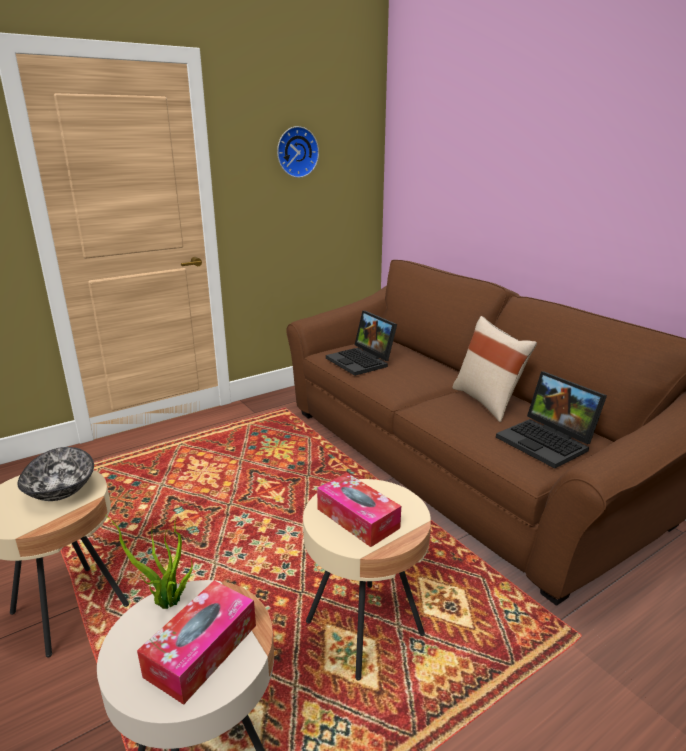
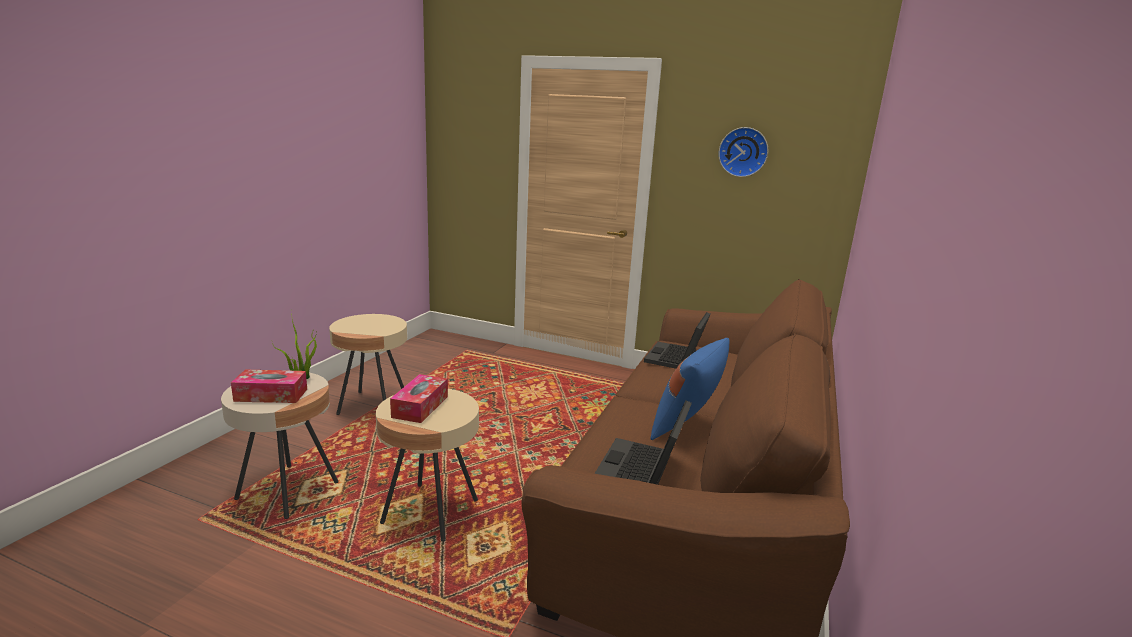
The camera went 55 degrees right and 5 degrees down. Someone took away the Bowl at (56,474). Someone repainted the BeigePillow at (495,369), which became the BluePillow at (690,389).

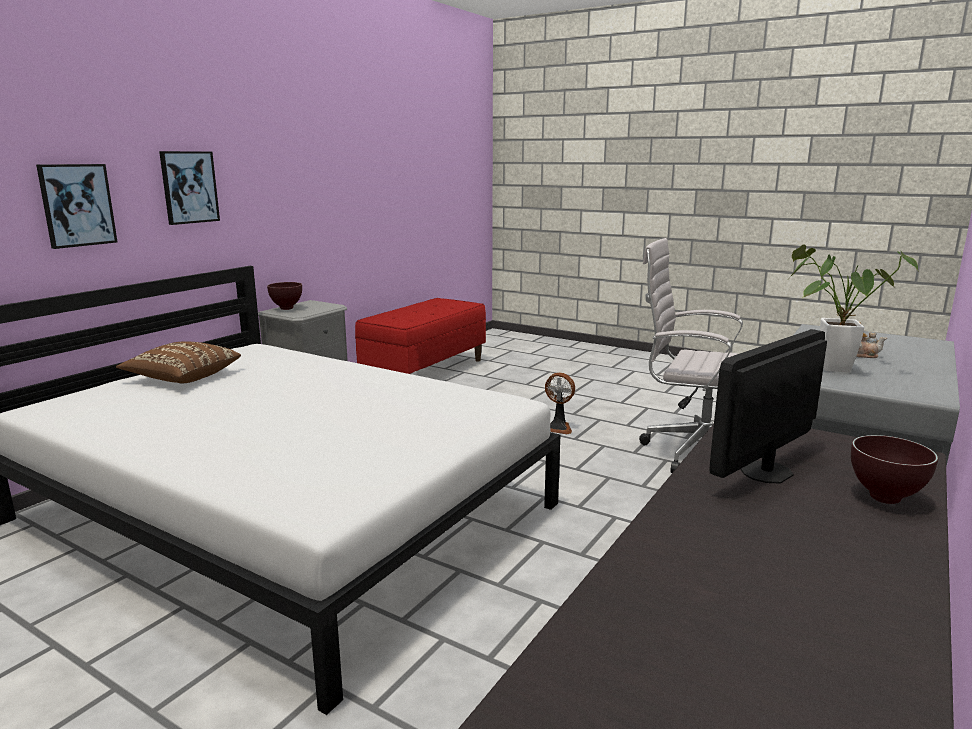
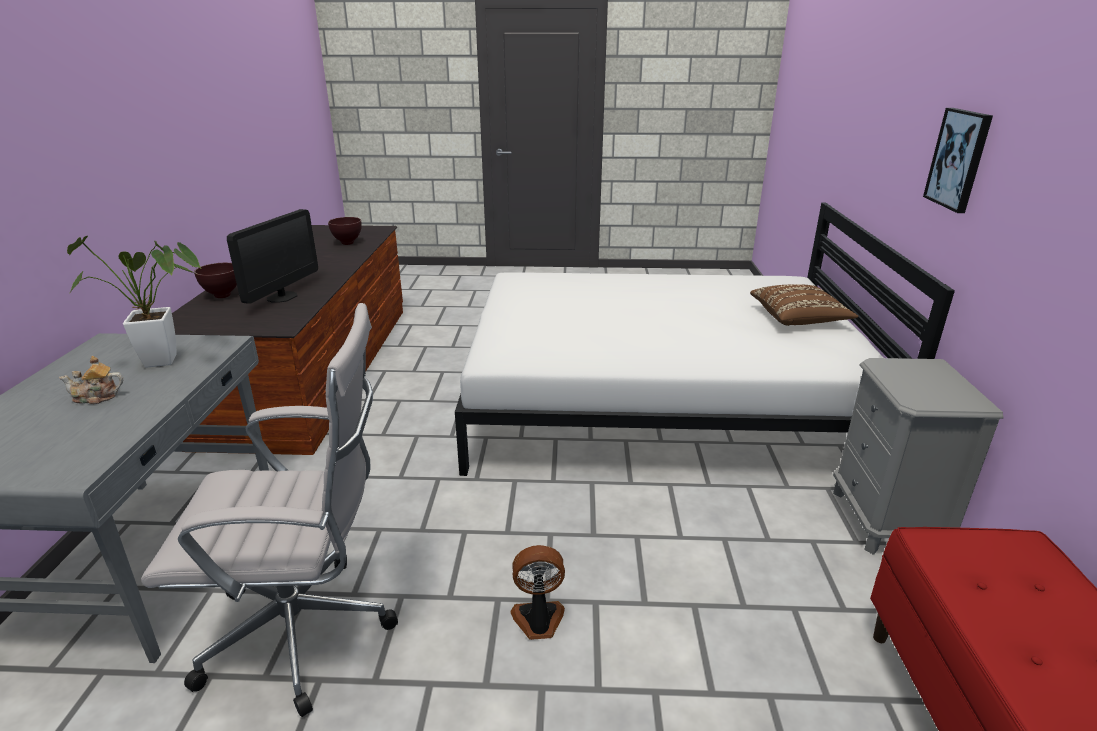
The camera went 150 degrees right and 10 degrees up. Someone took away the Picture at (76,206). Someone carried the BrownBowl from (284,296) to (345,231).

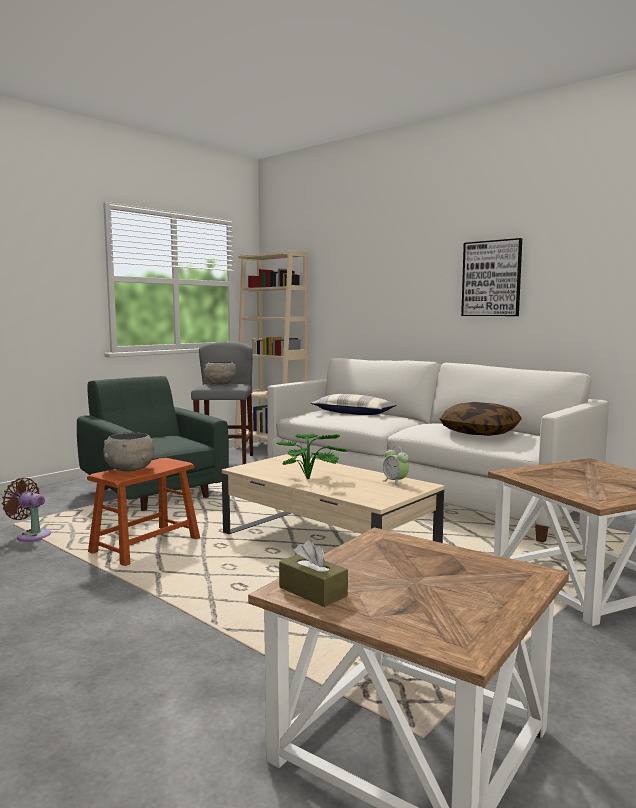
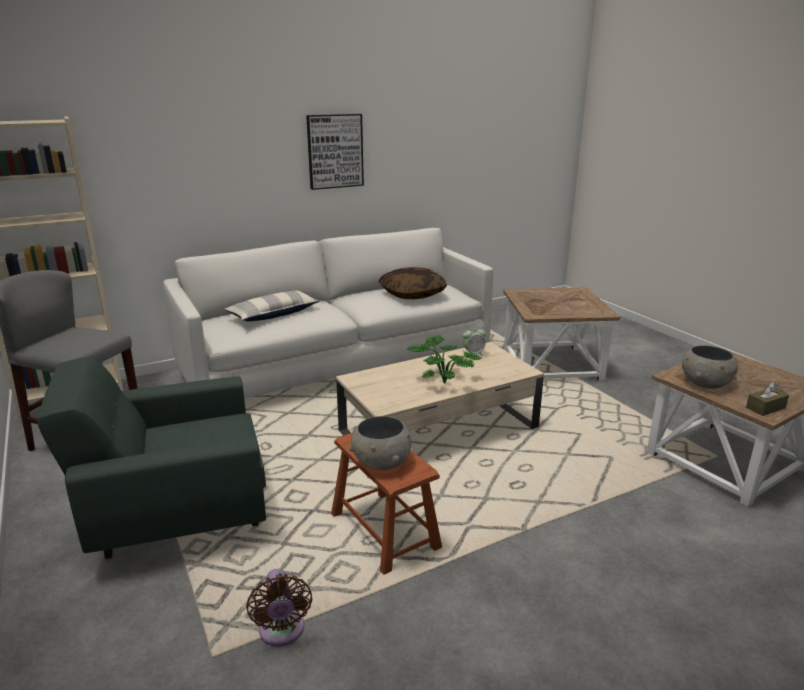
The camera went 70 degrees left and 15 degrees up. Someone rotated the BrownFan at (26,510) by 60 degrees counterclockwise. Someone carried the GreyBowl from (220,373) to (710,367).

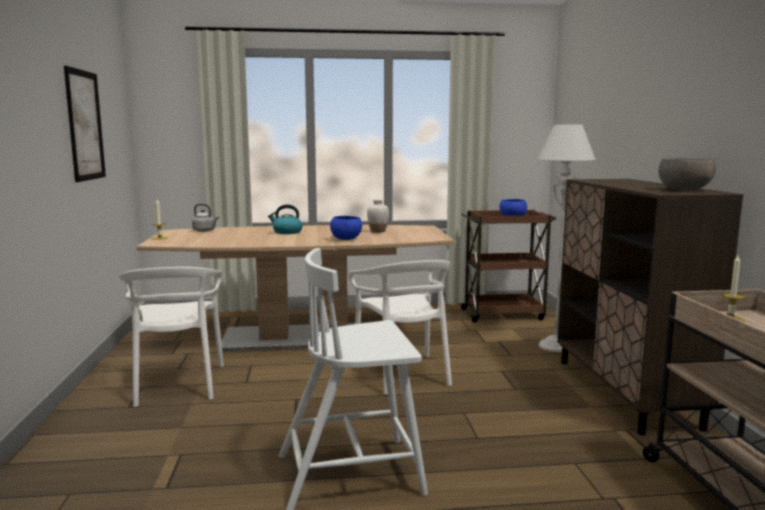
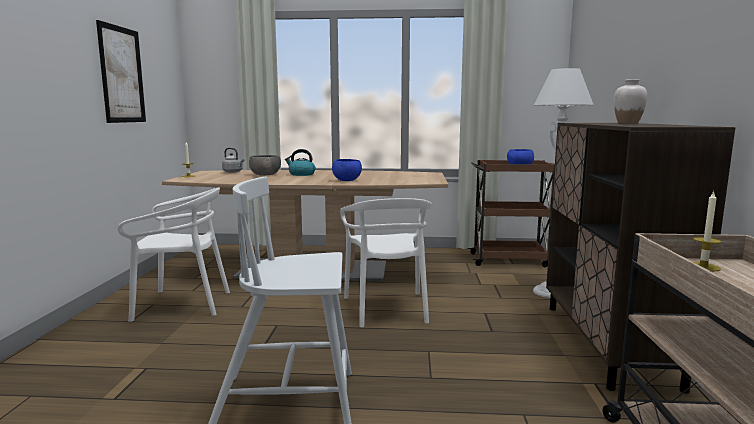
The camera went 10 degrees right and 0 degrees up. Someone rotated the WhiteChair at (171,337) by 90 degrees counterclockwise. Someone carried the WhiteVase from (378,216) to (630,101). Someone carried the GreyBowl from (687,174) to (265,165).

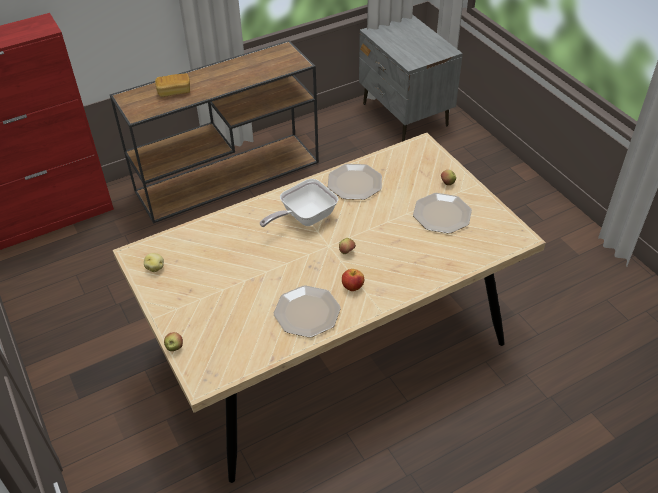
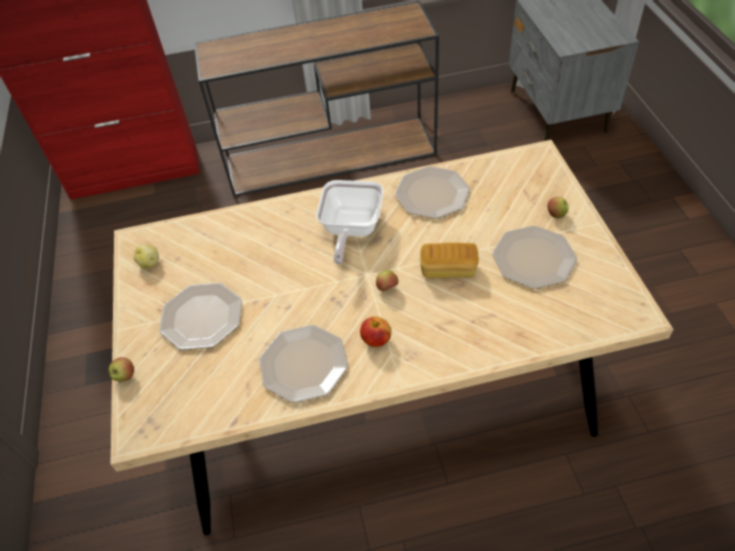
The camera went 20 degrees right and 5 degrees up. Someone carried the Bread from (172,85) to (449,260). Someone rotated the FryingPan at (299,203) by 60 degrees counterclockwise. Someone put down the Plate at (200,316).

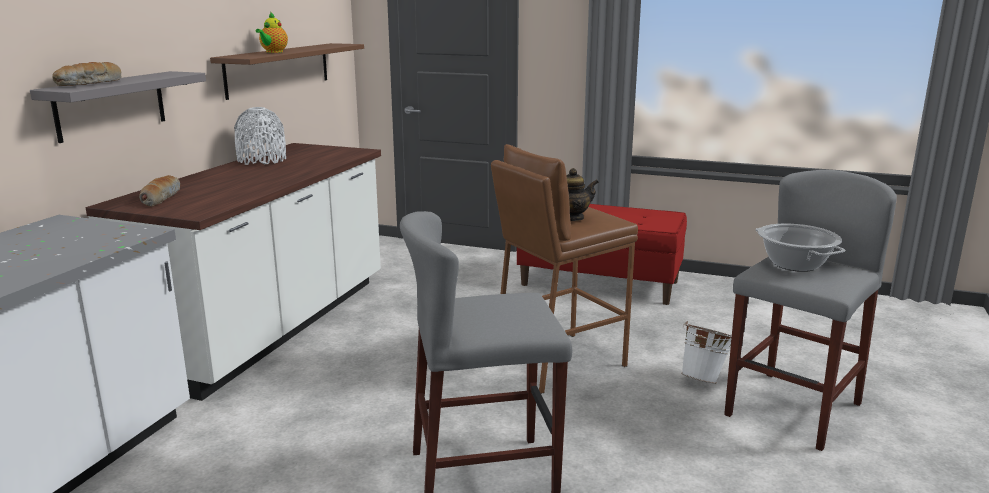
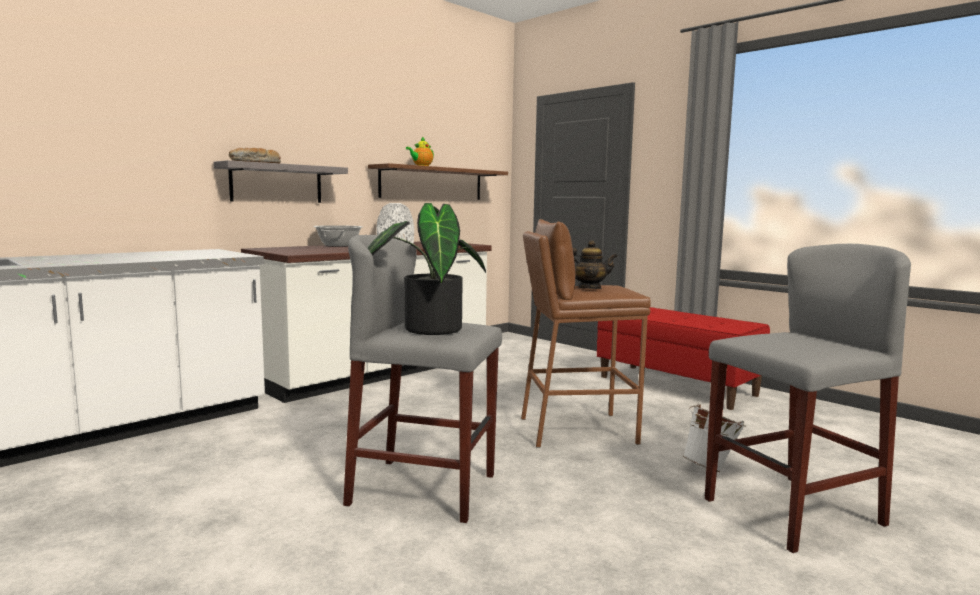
The camera went 25 degrees right and 10 degrees down. Someone took away the Bread at (159,191). Someone carried the CookingPot from (800,248) to (338,236). Someone put down the PottedPlant at (426,269).

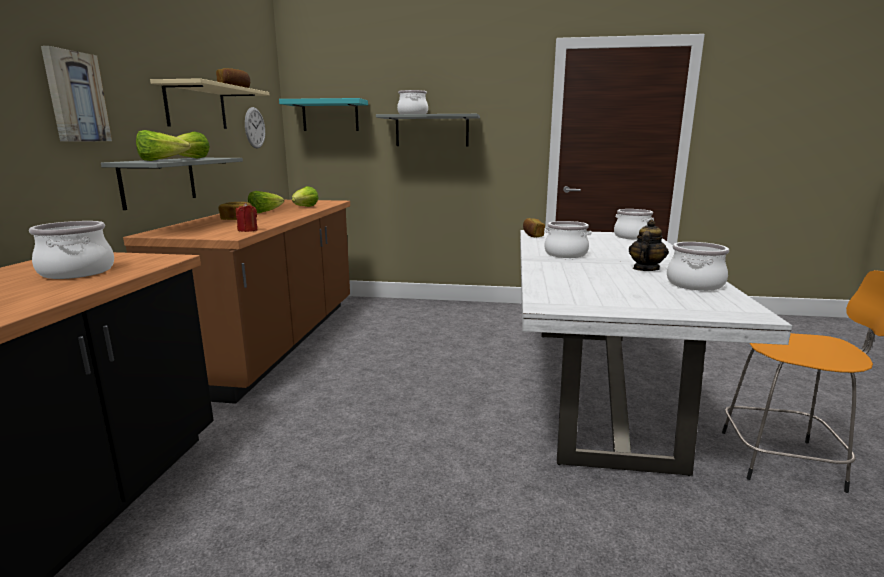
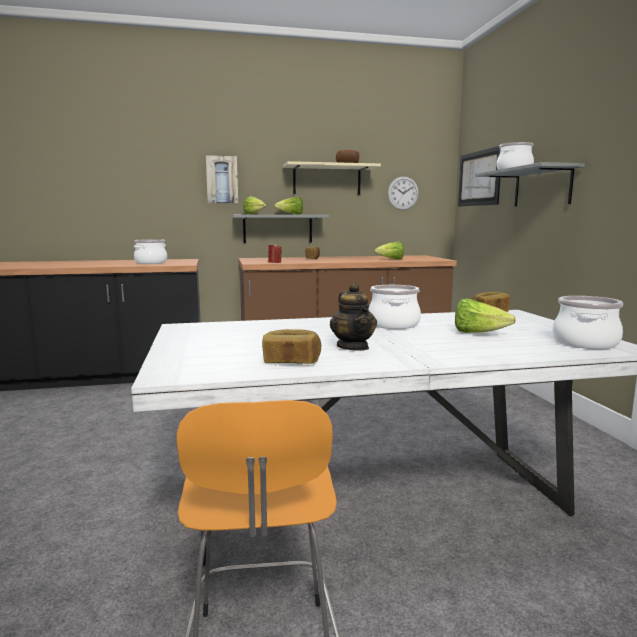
The camera went 70 degrees right and 5 degrees down. Someone carried the Lettuce from (266,202) to (485,316). Someone swapped the TurquoiseShelf at (323,114) for the Picture at (479,176). Someone rotated the Teapot at (649,245) by 60 degrees clockwise. Someone swapped the CookingPot at (698,266) for the Bread at (291,346).

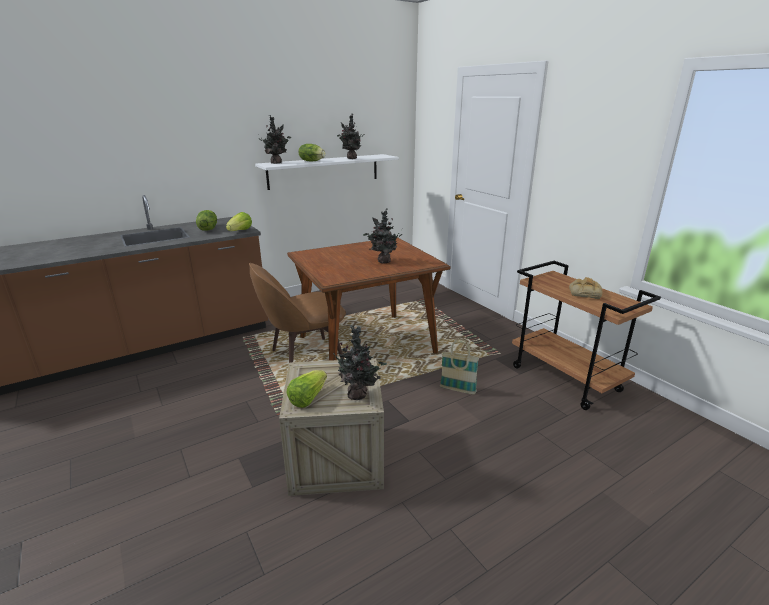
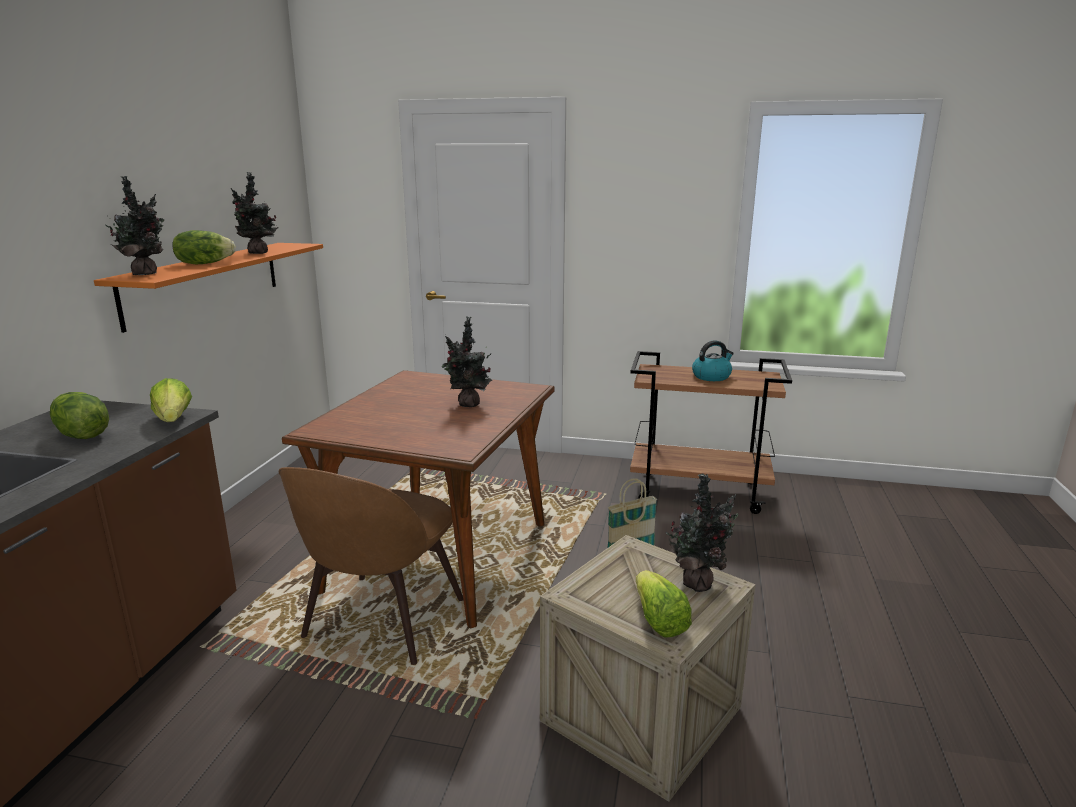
The camera went 45 degrees left and 5 degrees down. Someone repainted the WhiteShelf at (327,172), which became the OrangeShelf at (208,288). Someone swapped the Bread at (585,288) for the Kettle at (713,360).

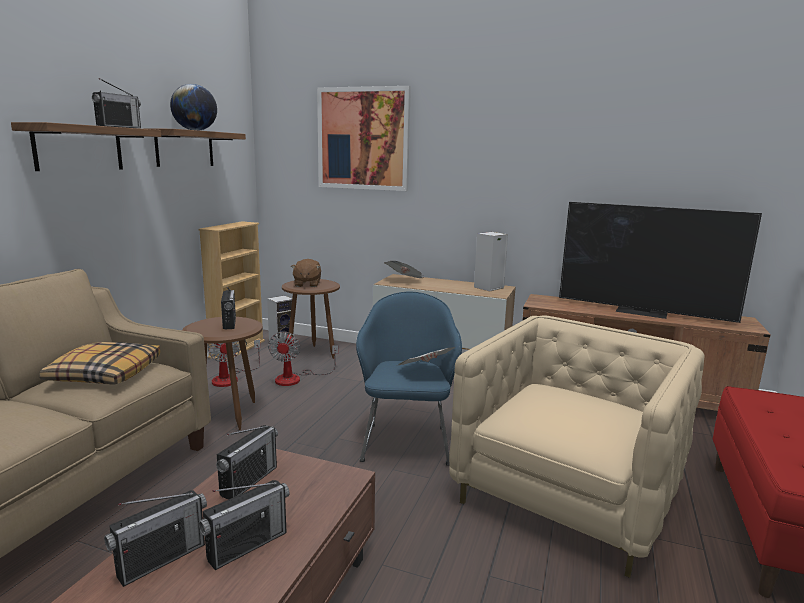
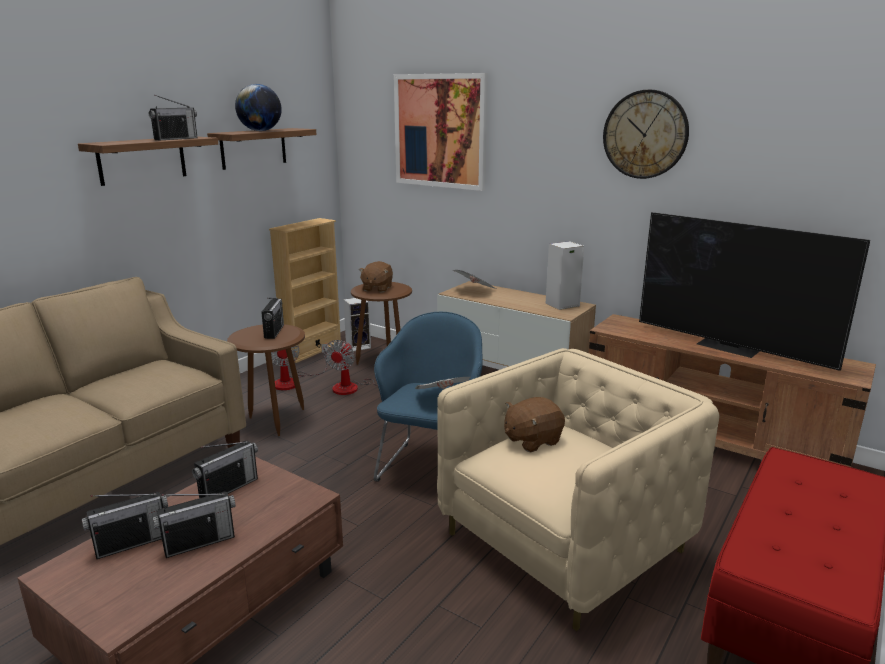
The camera went 15 degrees right and 5 degrees up. Someone took away the Pillow at (99,363). Someone put down the BrownPlushToy at (534,424). Someone put up the WallClock at (646,134).

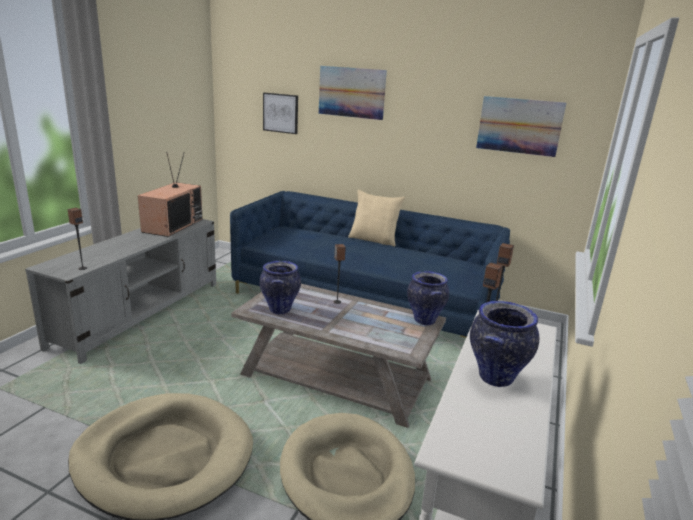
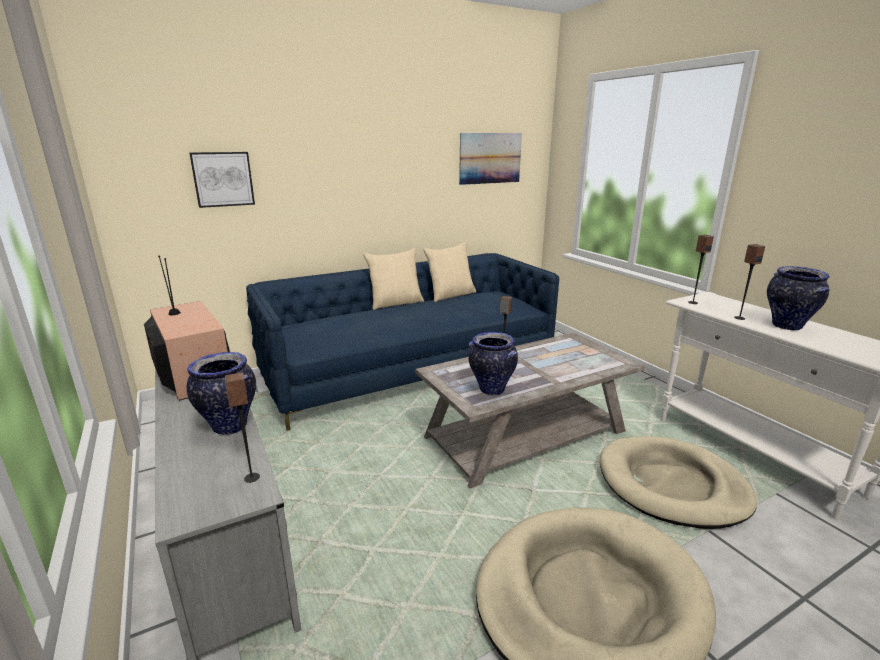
The camera went 50 degrees left and 0 degrees up. Someone took away the Picture at (353,93). Someone carried the Vase from (428,298) to (221,393). Someone put down the BeigePillow at (449,272).

